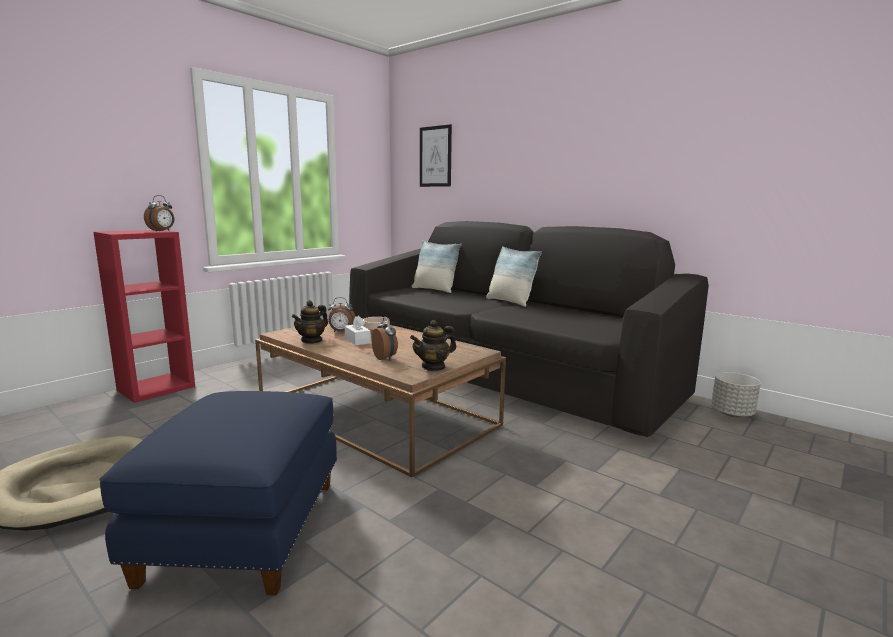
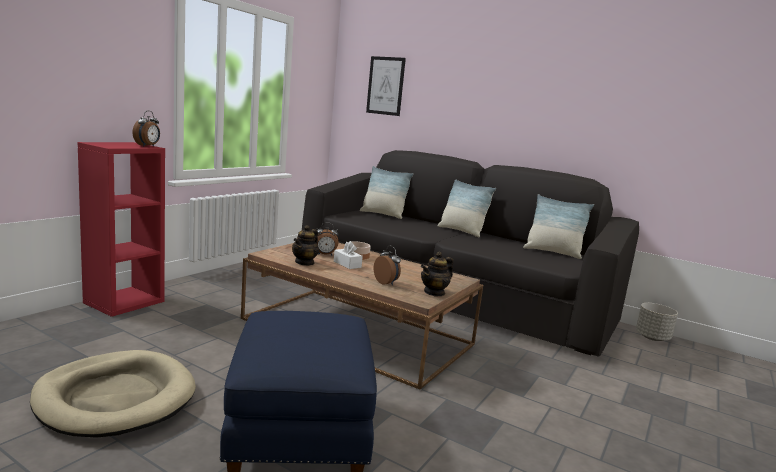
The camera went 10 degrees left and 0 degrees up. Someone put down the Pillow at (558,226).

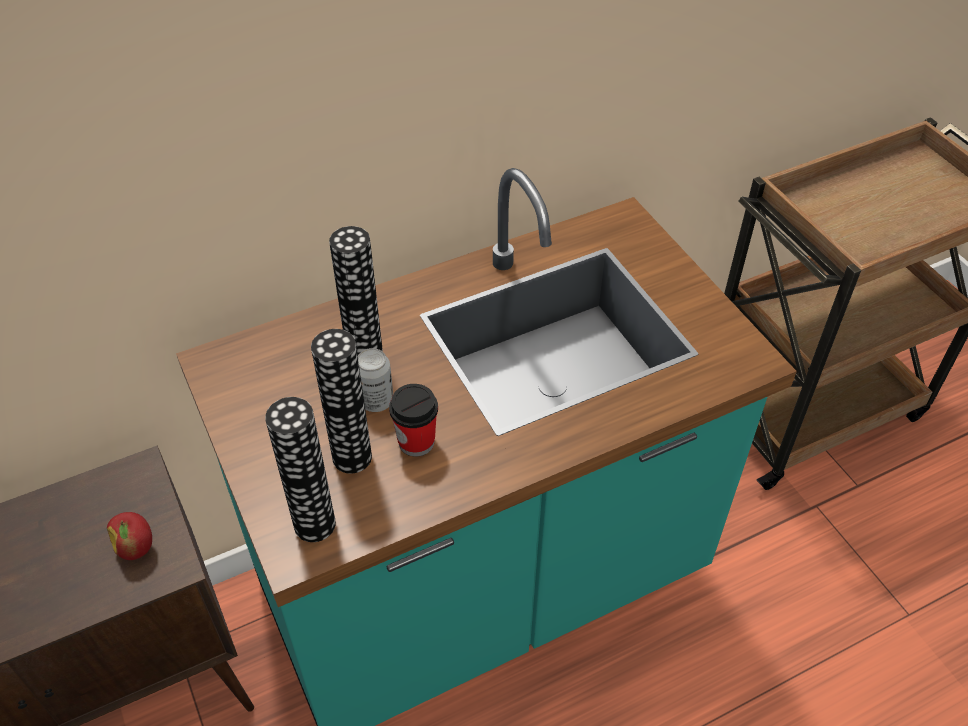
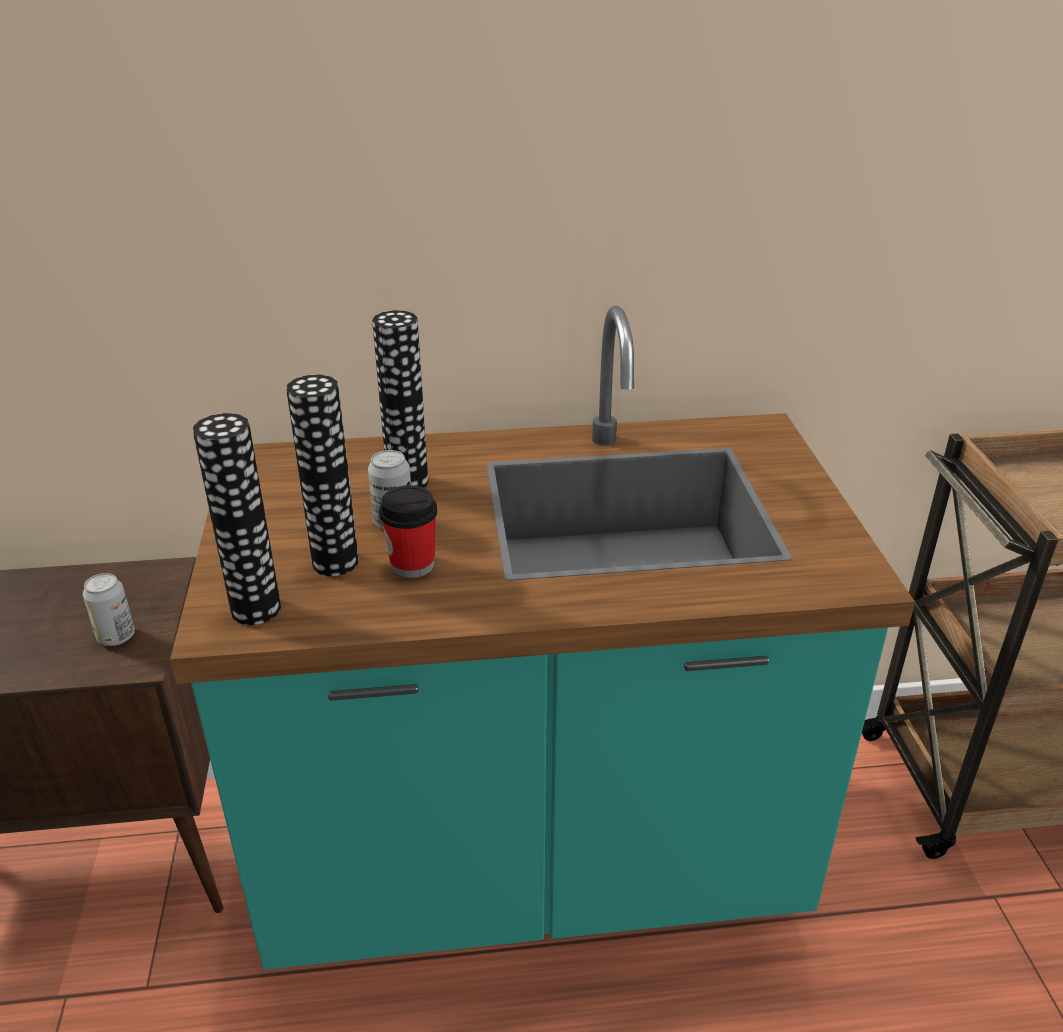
The camera went 20 degrees right and 15 degrees down. Someone swapped the Apple at (129,536) for the Can at (109,609).

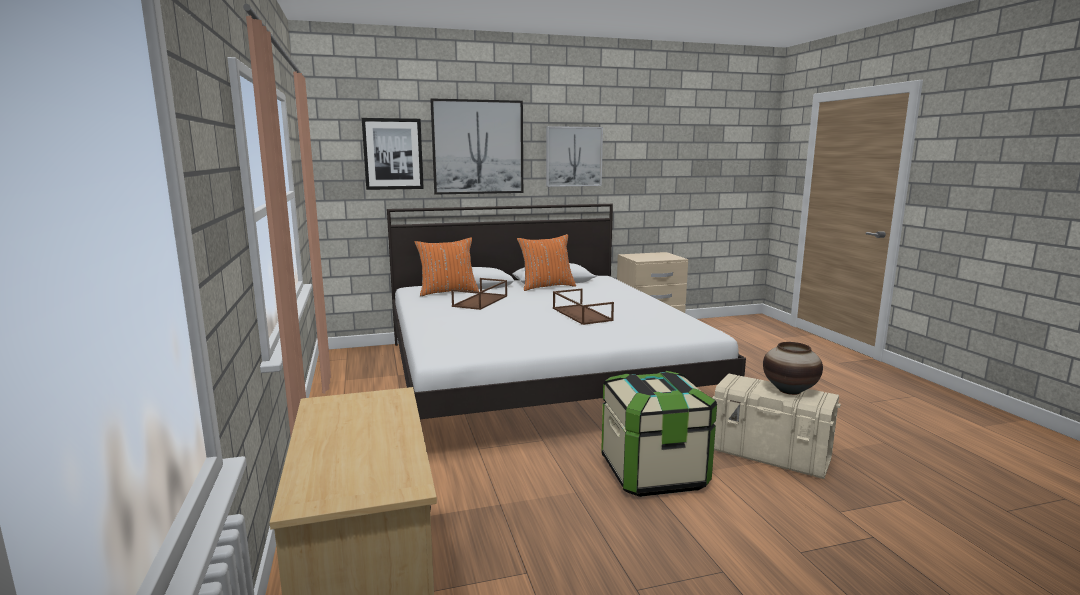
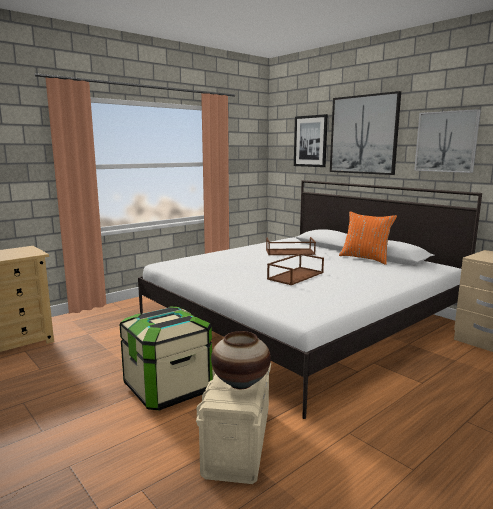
The camera went 65 degrees right and 0 degrees up. Someone took away the OrangePillow at (447,267).

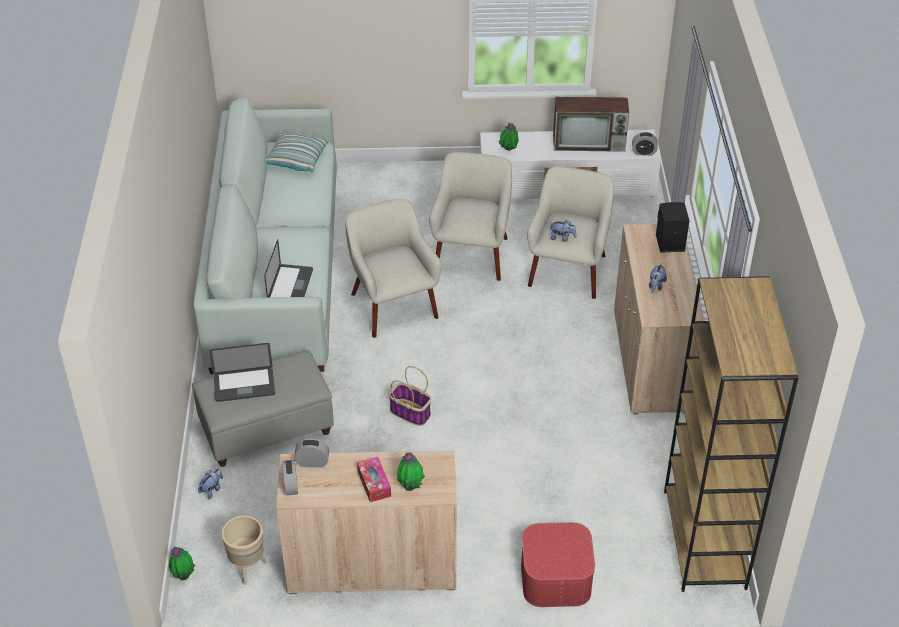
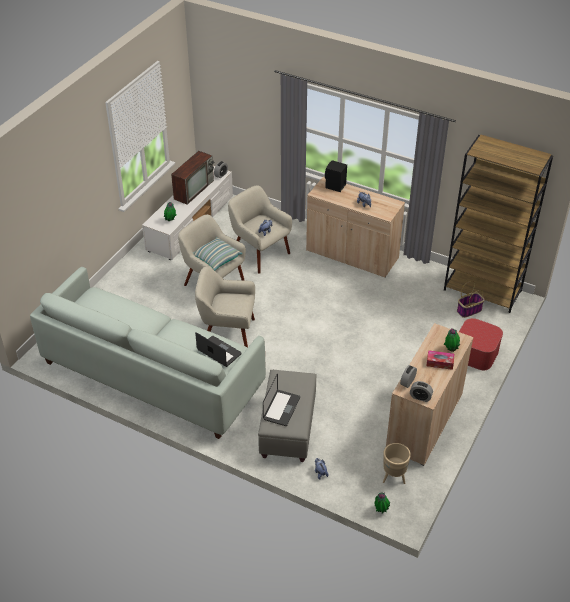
The camera went 60 degrees left and 0 degrees up. Someone carried the Pillow from (297,152) to (217,253). Someone carried the Basket from (409,396) to (471,299).

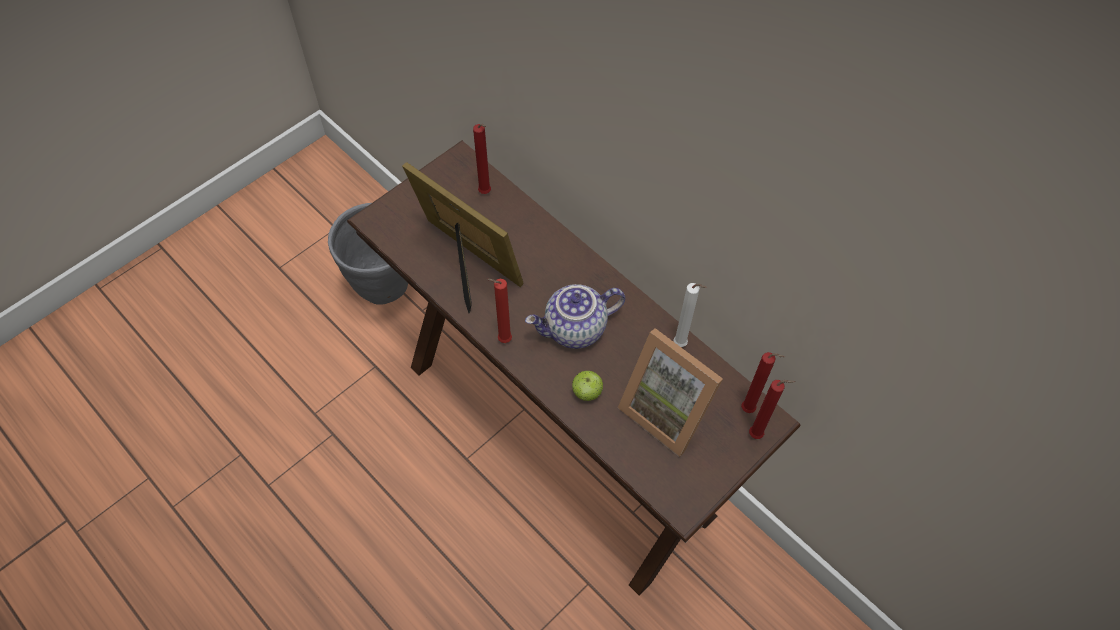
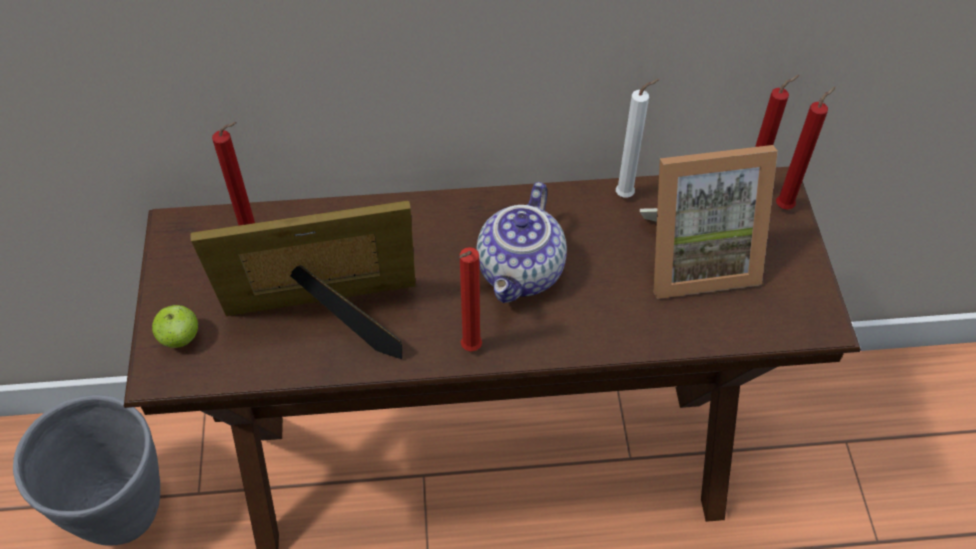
The camera went 50 degrees left and 5 degrees down. Someone carried the Apple from (587,386) to (175,326).

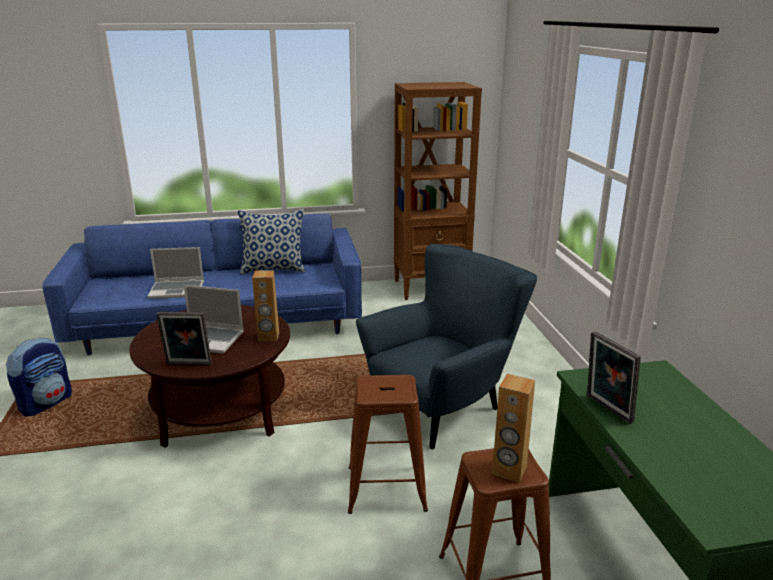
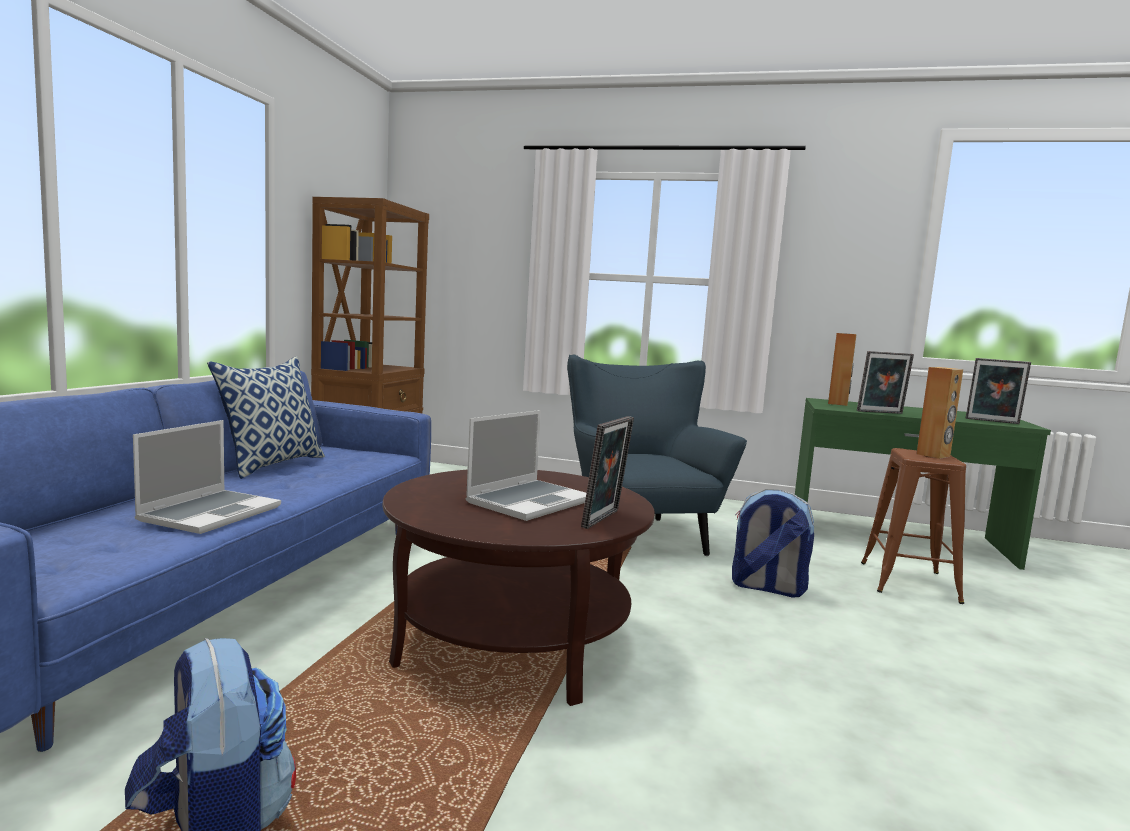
The camera went 65 degrees left and 15 degrees down. Someone carried the BrownSpeaker from (265,305) to (842,369). Someone swapped the BrownStool at (388,444) for the Backpack at (773,543). Someone put down the PictureFrame at (998,391).

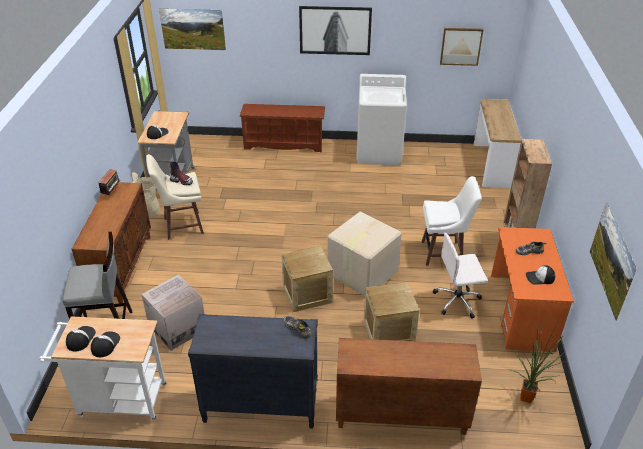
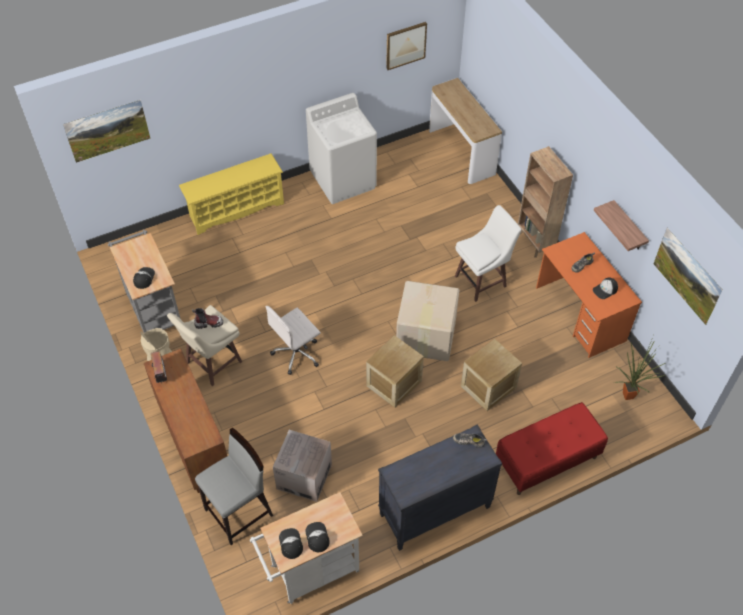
The camera went 30 degrees left and 15 degrees up. Someone repainted the BrownShoeRack at (282,128), which became the YellowShoeRack at (231,194). Someone took away the Picture at (335,30). Someone swapped the BrownCabinet at (409,386) for the RedBench at (552,448). Someone carried the WhiteOfficeChair from (460,276) to (293,340). Someone put up the Shelf at (621,225).

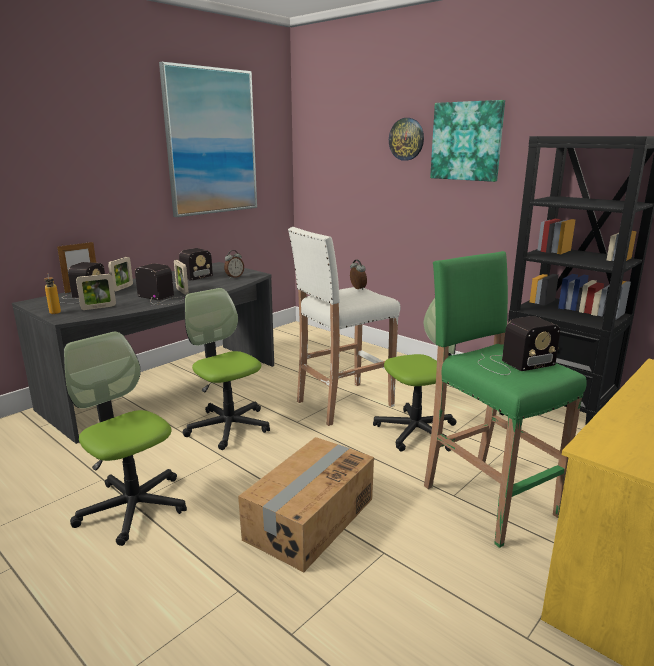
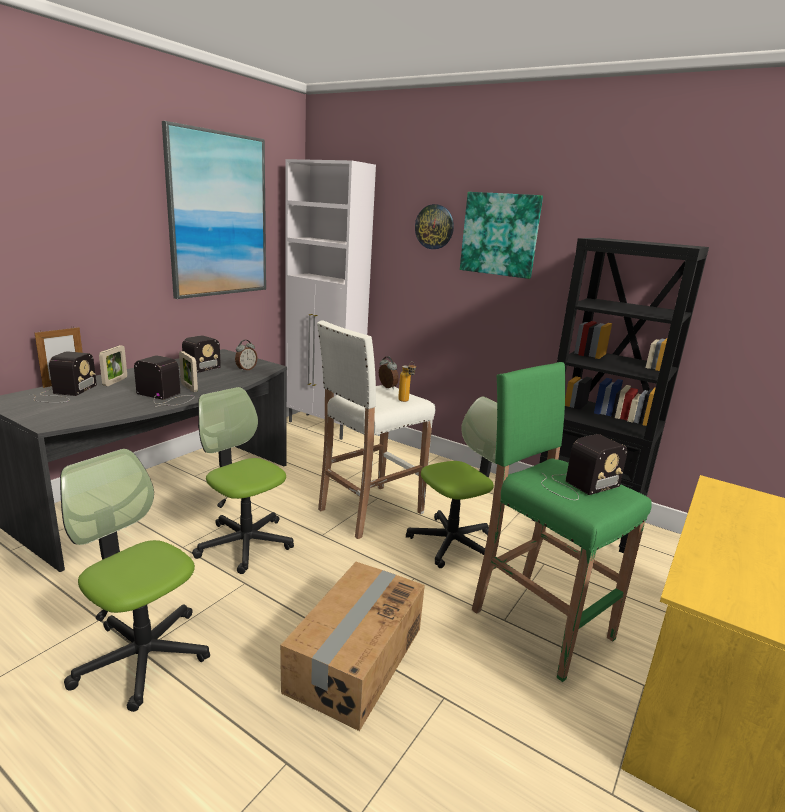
The camera went 10 degrees left and 0 degrees up. Someone carried the Bottle from (53,294) to (407,381). Someone took away the PictureFrame at (96,292). Someone put down the WhiteCabinet at (330,299).

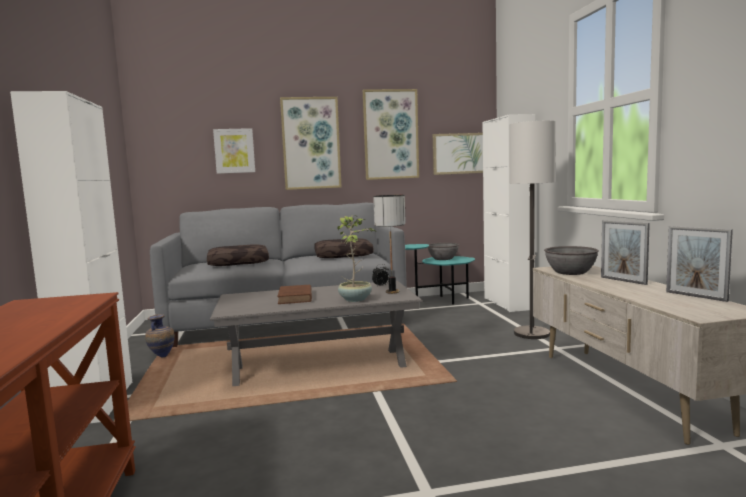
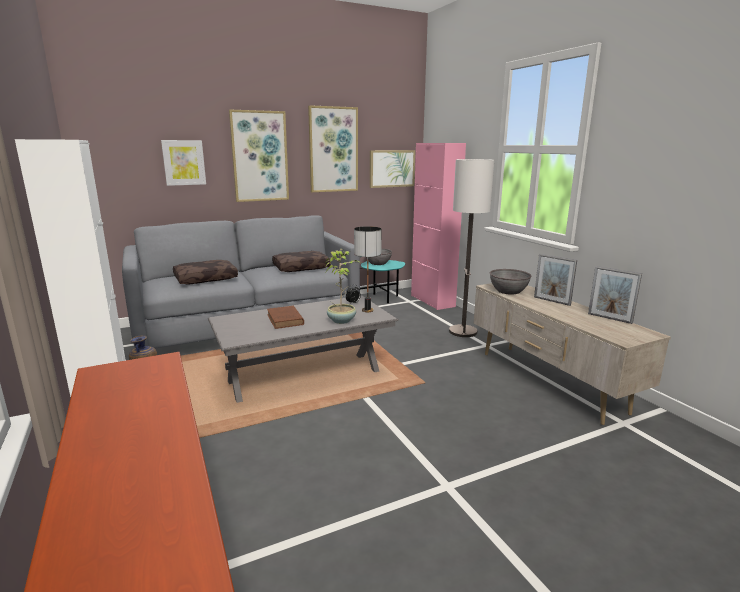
The camera went 15 degrees left and 10 degrees up. Someone repainted the WhiteCabinet at (509,213), which became the PinkCabinet at (438,226).

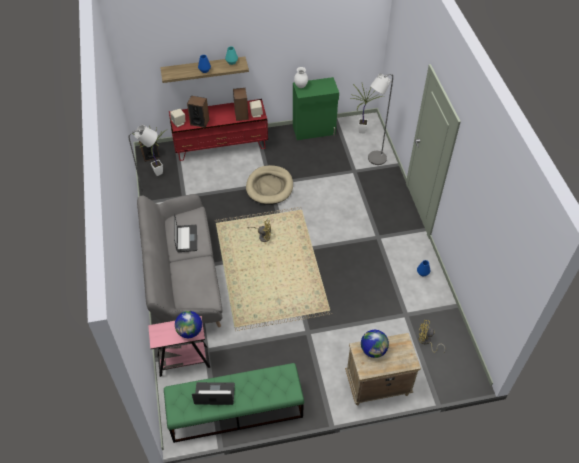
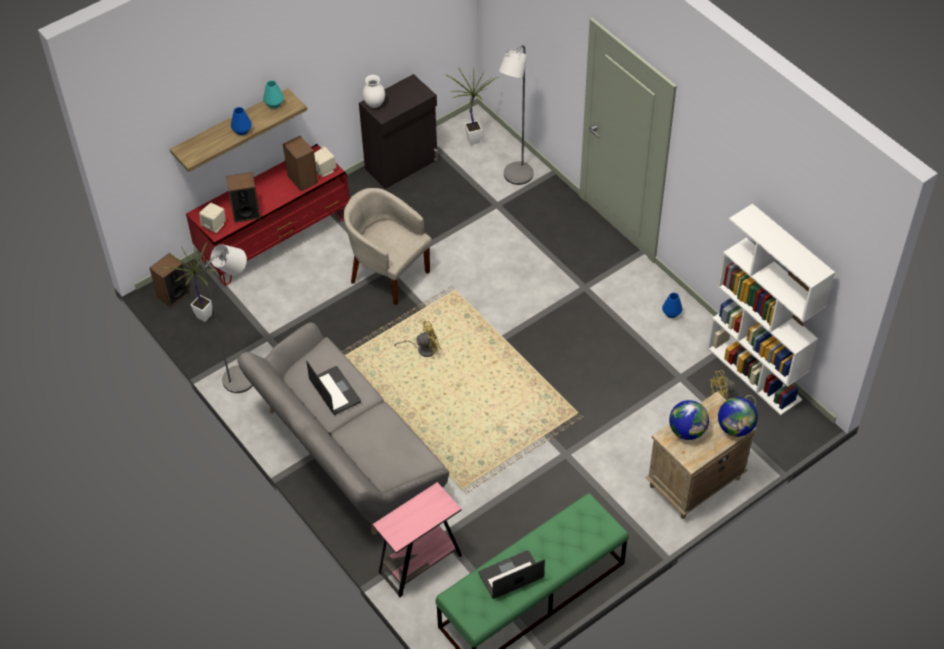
The camera went 25 degrees left and 0 degrees up. Someone carried the Globe from (188,324) to (738,417). Someone swapped the BeigeDogBed at (269,185) for the BeigeArmchair at (388,246). Someone repainted the GreenCabinet at (316,108), which became the BlackCabinet at (398,131). Someone put down the WhiteBookcase at (771,309).

